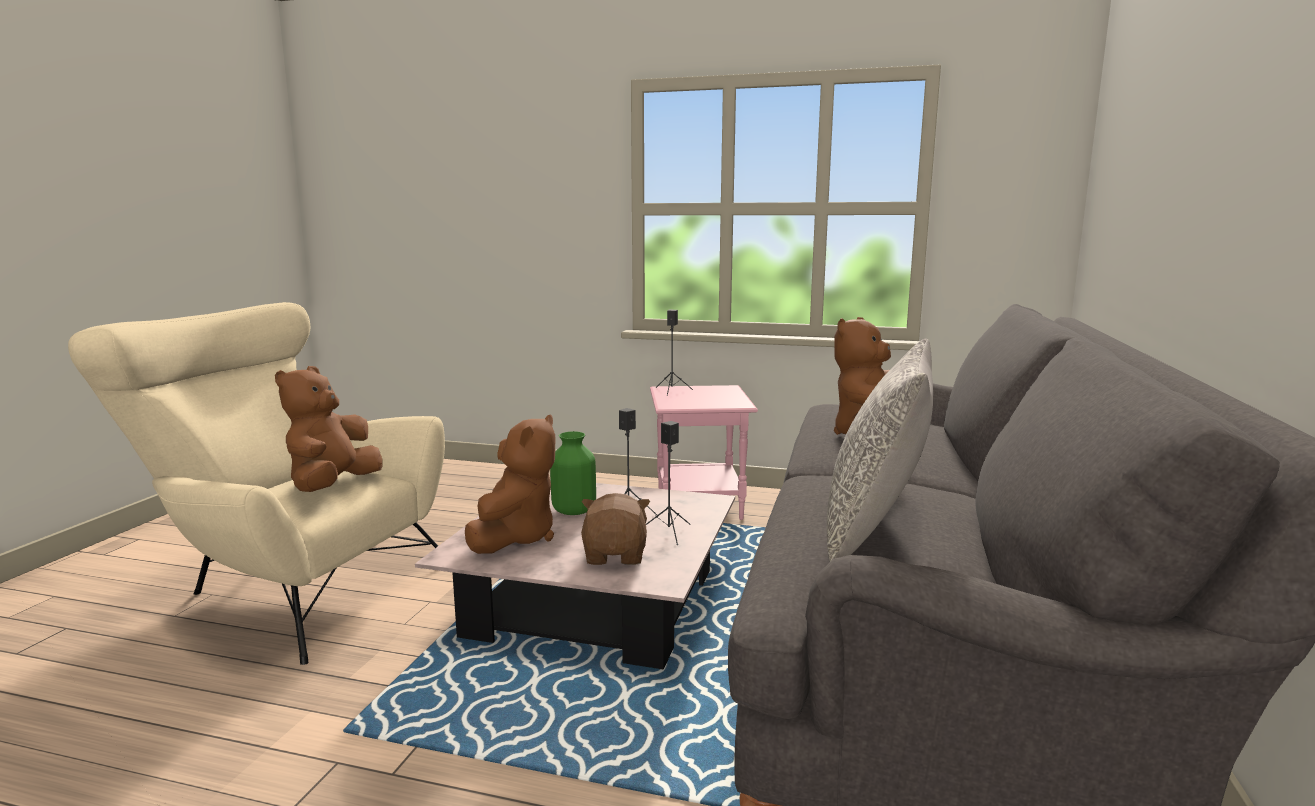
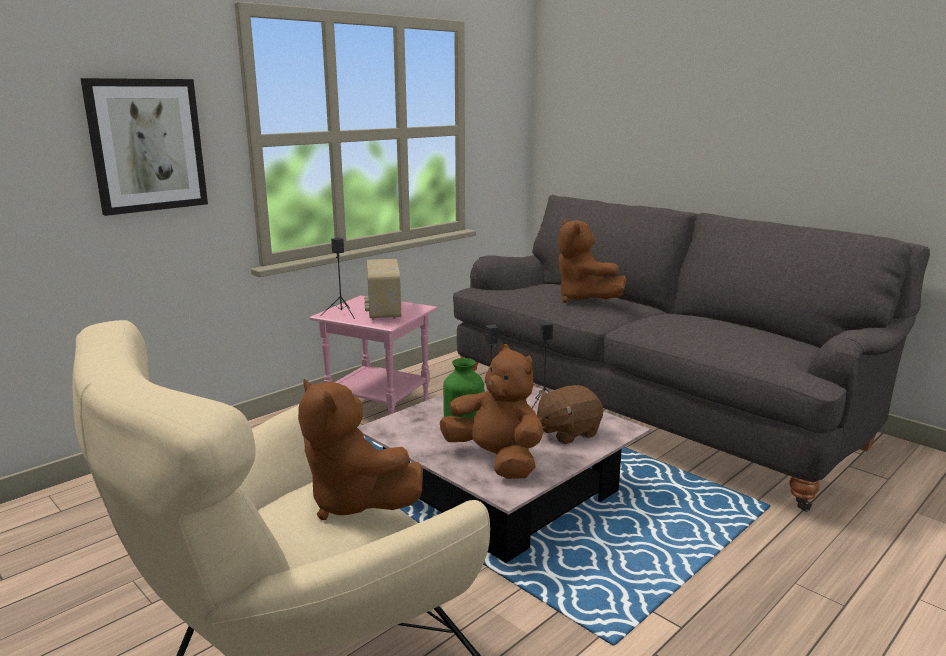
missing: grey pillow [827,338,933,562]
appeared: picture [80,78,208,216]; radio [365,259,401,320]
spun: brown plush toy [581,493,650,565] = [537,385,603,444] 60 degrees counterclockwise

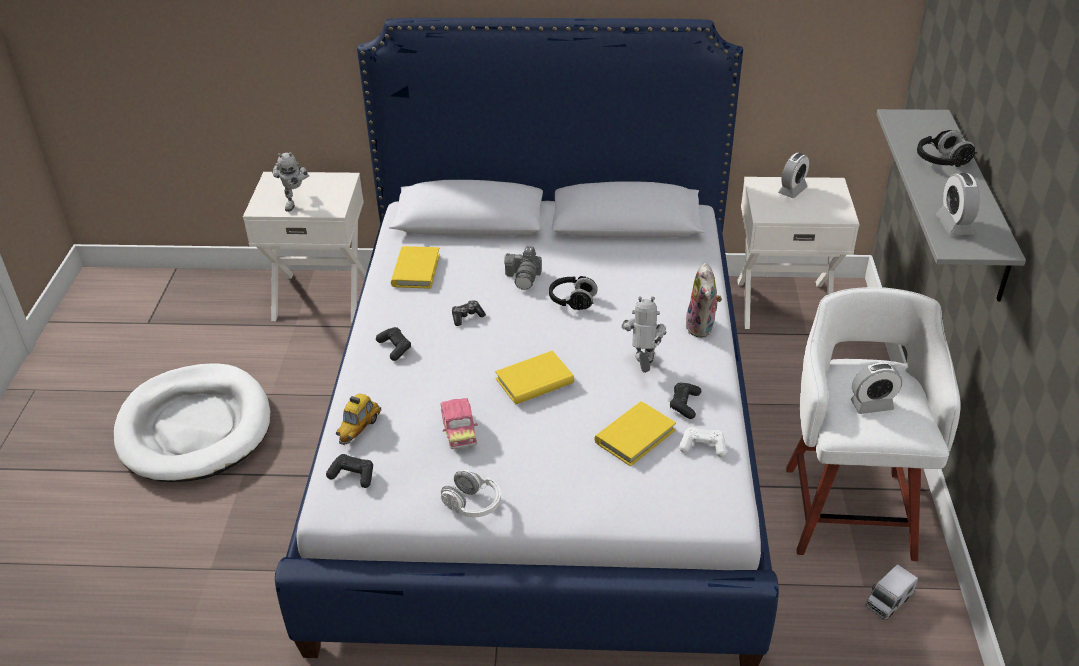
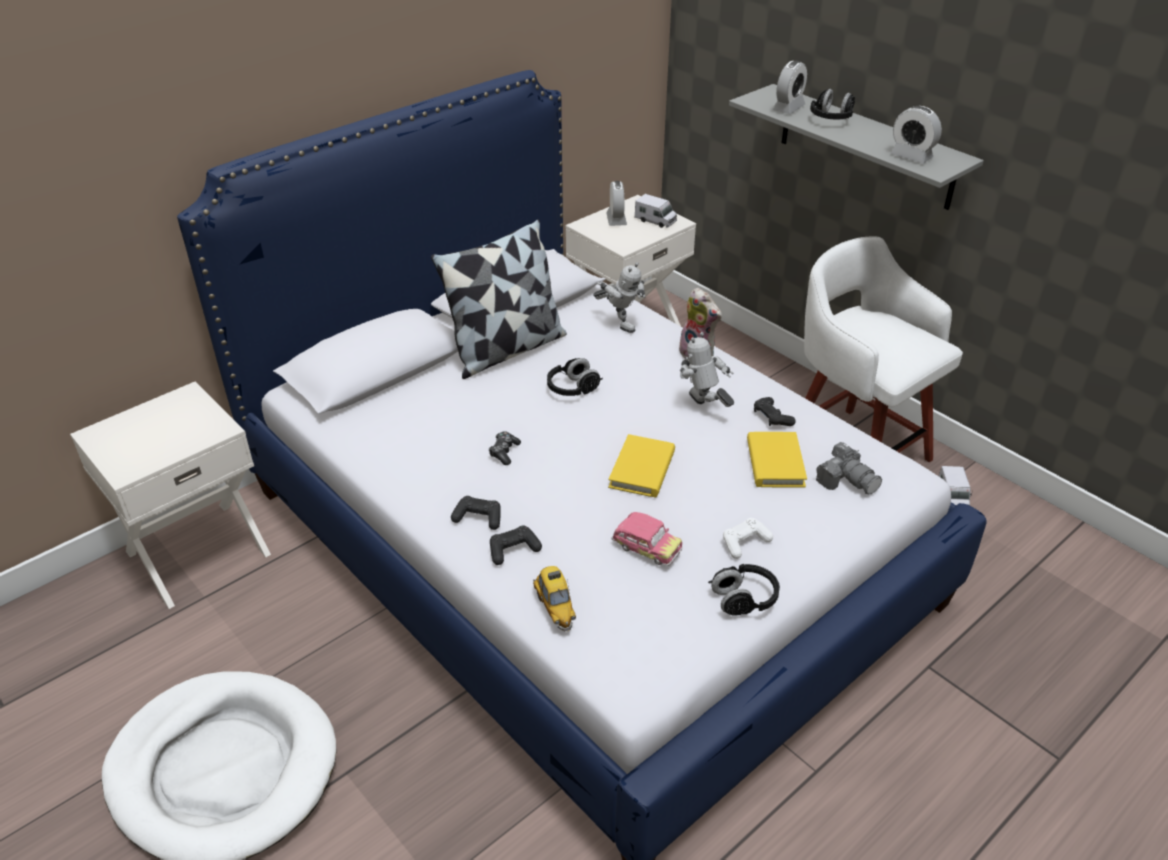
missing: yellow book [391,246,440,289]
appeared: pillow [431,219,567,379]; toy truck [635,194,677,228]
relocated: toy robot [272,152,309,212] to [593,262,645,333]; black game controller [326,454,373,488] to [490,526,542,565]; photo camera [504,246,542,289] to [816,442,882,494]; white game controller [679,427,727,457] to [723,518,773,559]; alarm clock [851,362,902,414] to [772,60,807,114]
colour: white headphones [441,470,501,517] to black headphones [708,564,780,615]

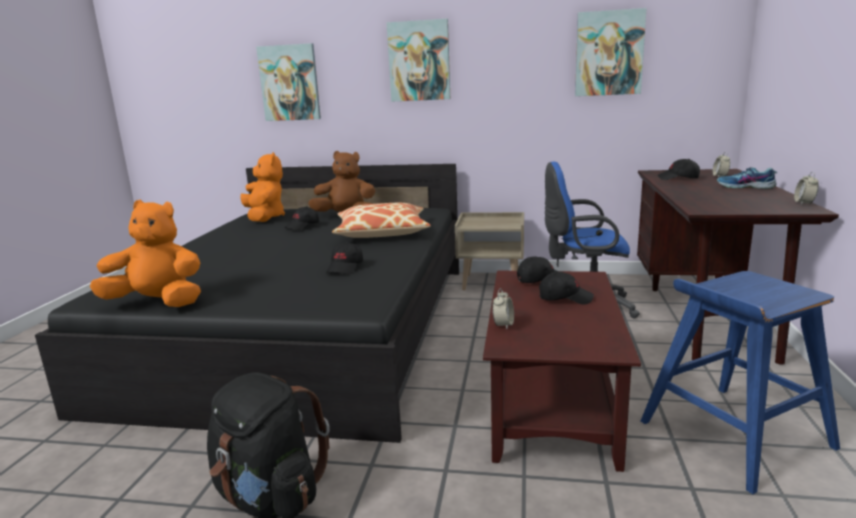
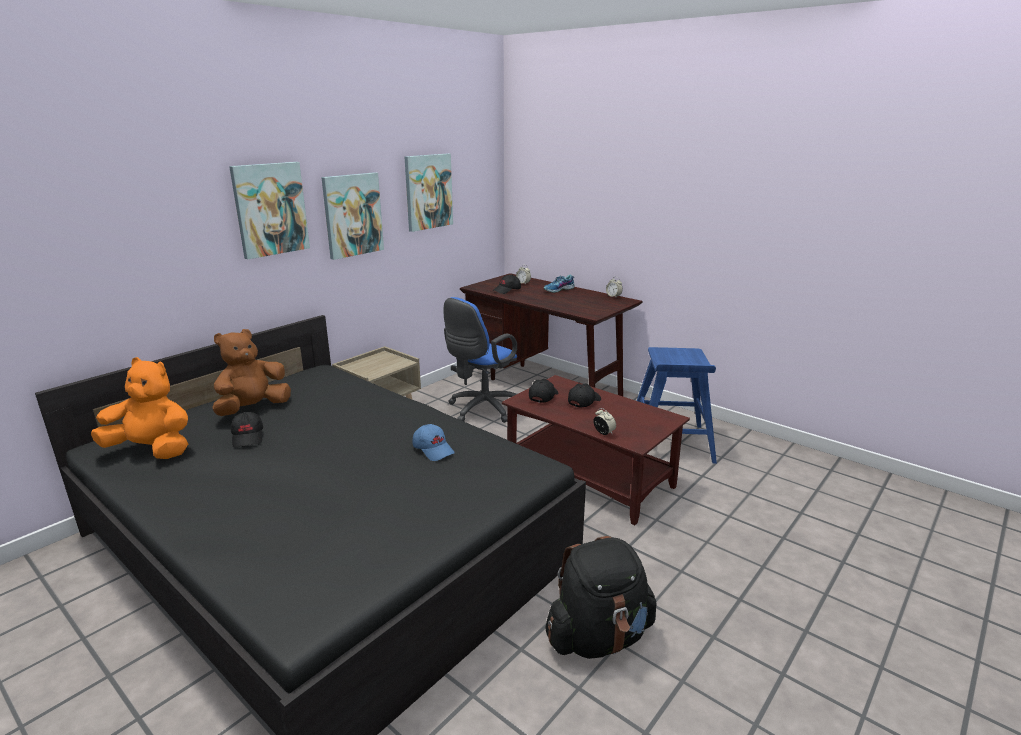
missing: orange plush toy [90,200,201,307]; pillow [332,203,431,238]
relocated: picture [256,43,321,121] to [321,172,384,260]
colour: black cap [326,242,363,274] to blue cap [413,424,455,461]

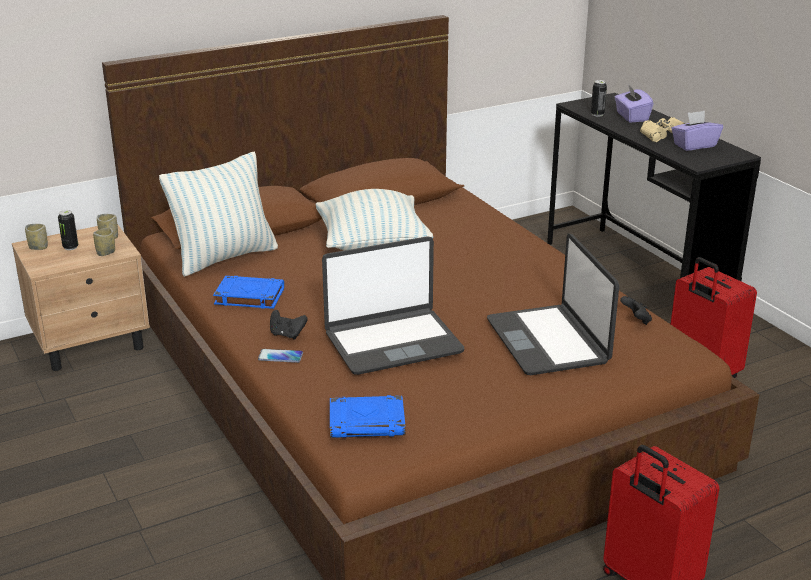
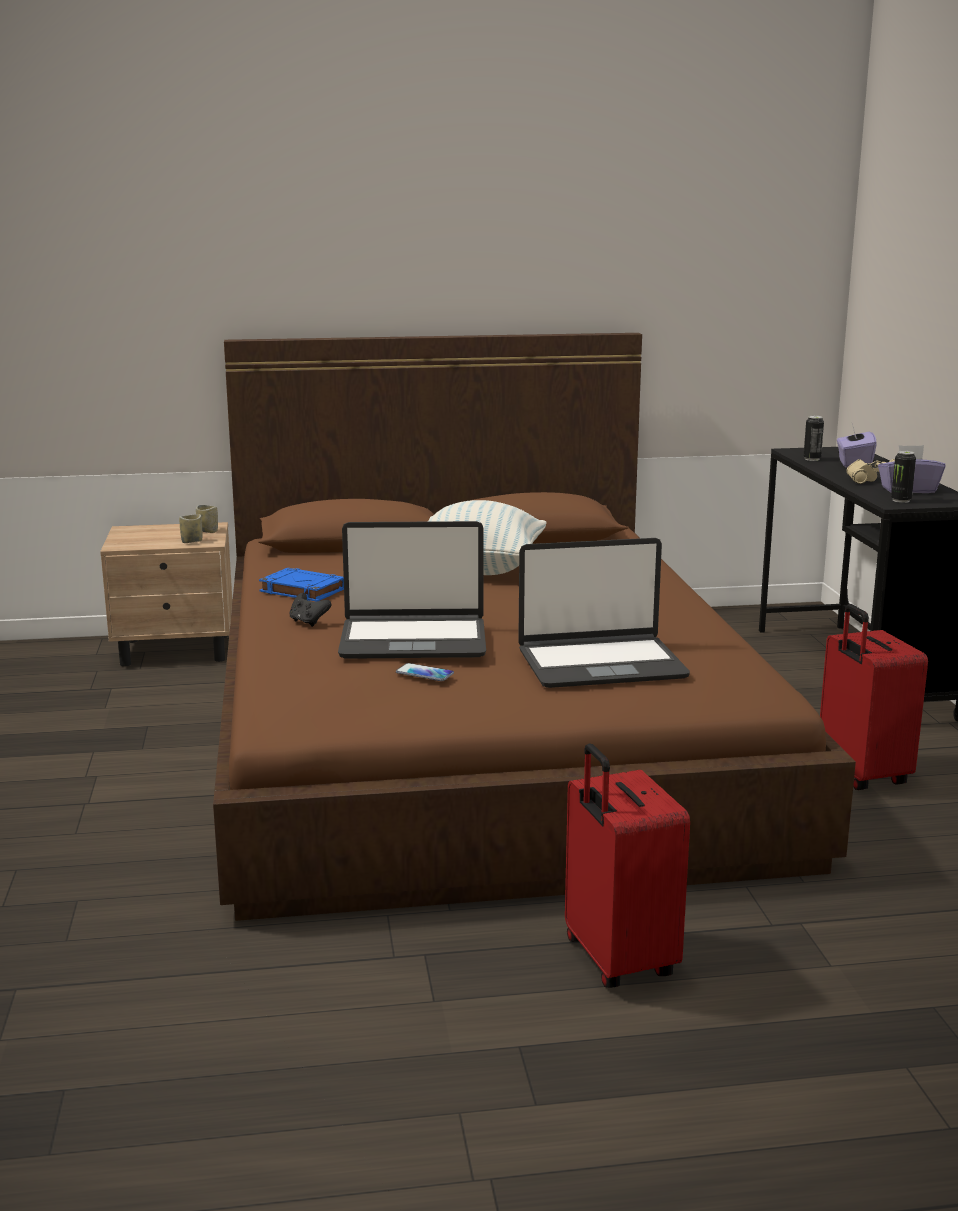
missing: cup [25,224,48,250]; pillow [159,152,278,277]; blue book [330,395,406,438]; black game controller [620,296,652,325]
relocated: can [58,210,78,250] to [891,451,916,503]; phone [258,349,303,363] to [396,663,454,681]
spun: laptop [487,233,619,375] = [518,538,690,688] 105 degrees counterclockwise

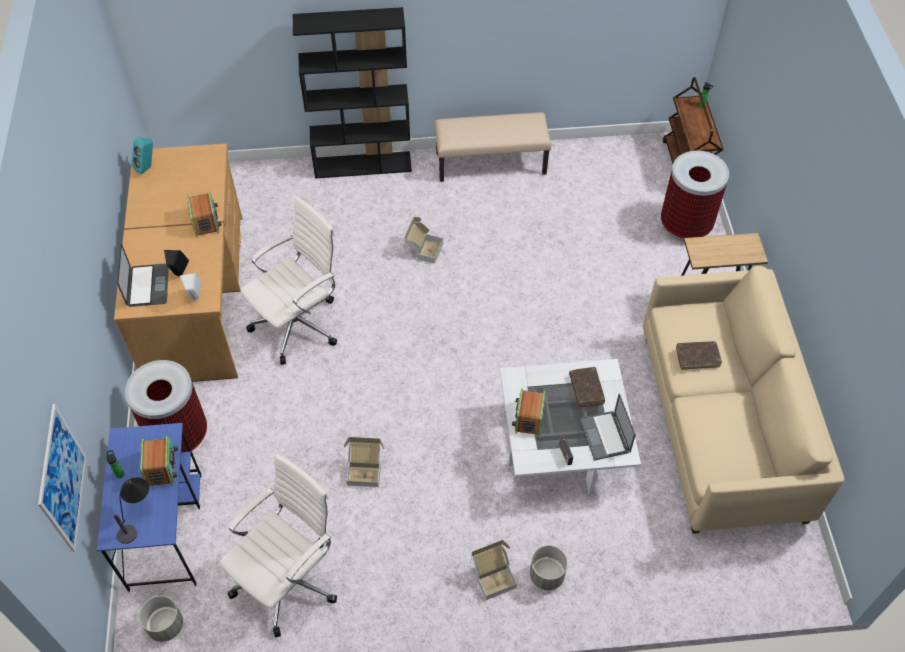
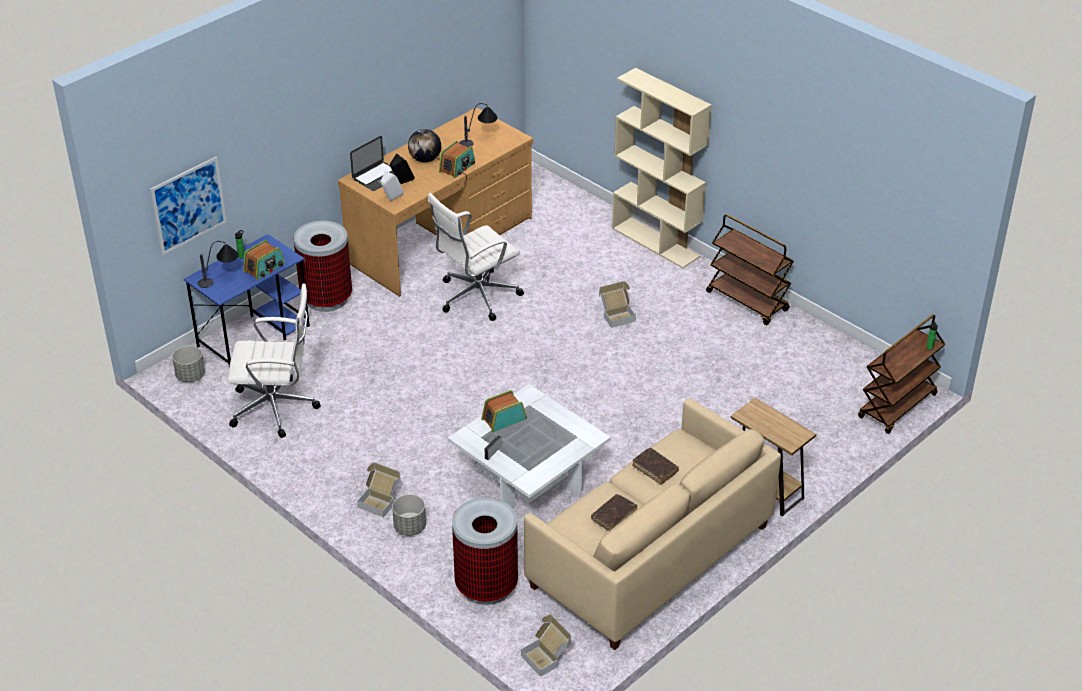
missing: turquoise speaker [132,138,153,175]; laptop [580,393,636,461]
appeared: globe [408,129,441,163]; table lamp [459,103,498,147]
relocated: cardboard box [344,437,384,487] to [521,615,571,677]; brown book [569,367,605,407] to [591,494,637,531]; trash can [661,150,729,241] to [452,497,518,605]
exchanged: beige bench [434,112,551,182] to brown cart [706,214,794,325]
colour: black bookcase [293,7,412,179] to beige bookcase [612,68,712,268]
spun: white office chair [241,197,337,365] = [428,193,524,321] 135 degrees clockwise

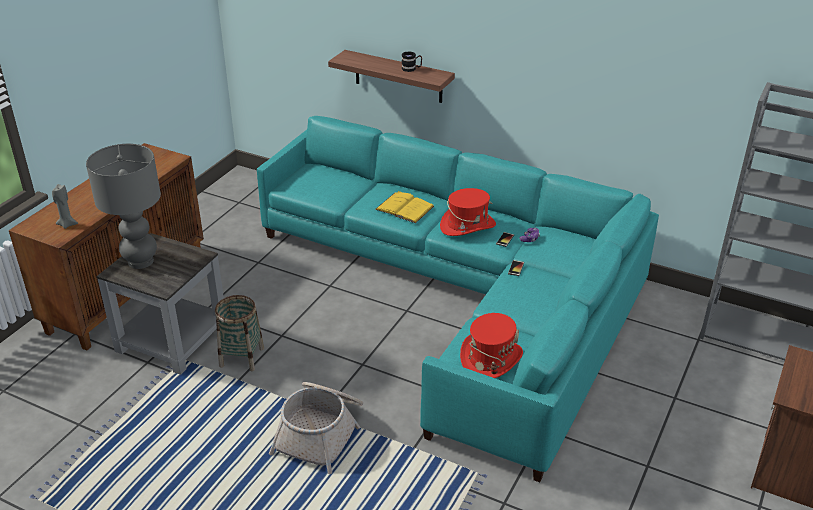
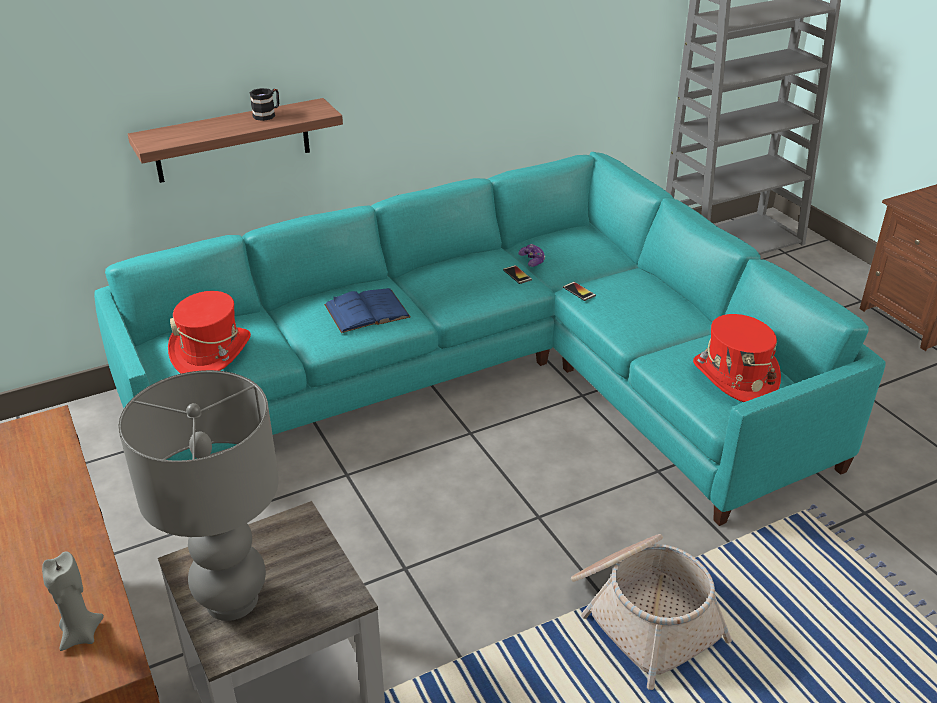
missing: basket [215,295,264,371]
relocated: red hat [440,188,496,236] to [168,291,251,374]
colour: yellow book [375,191,434,223] to blue book [324,288,410,333]

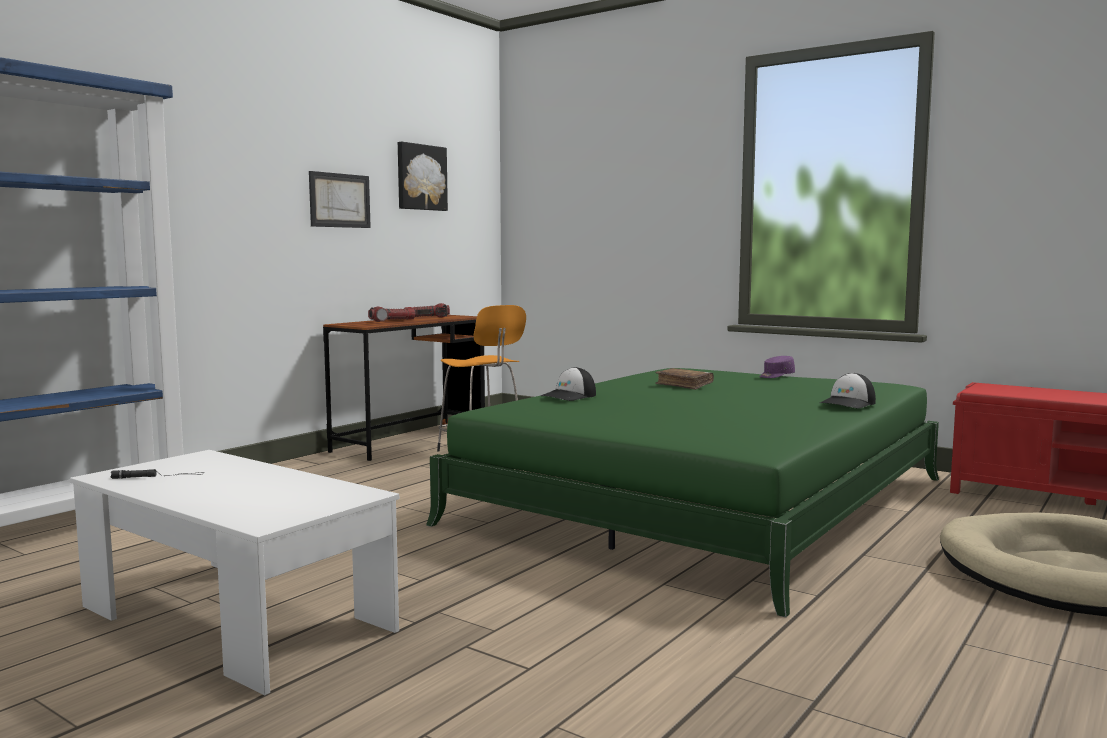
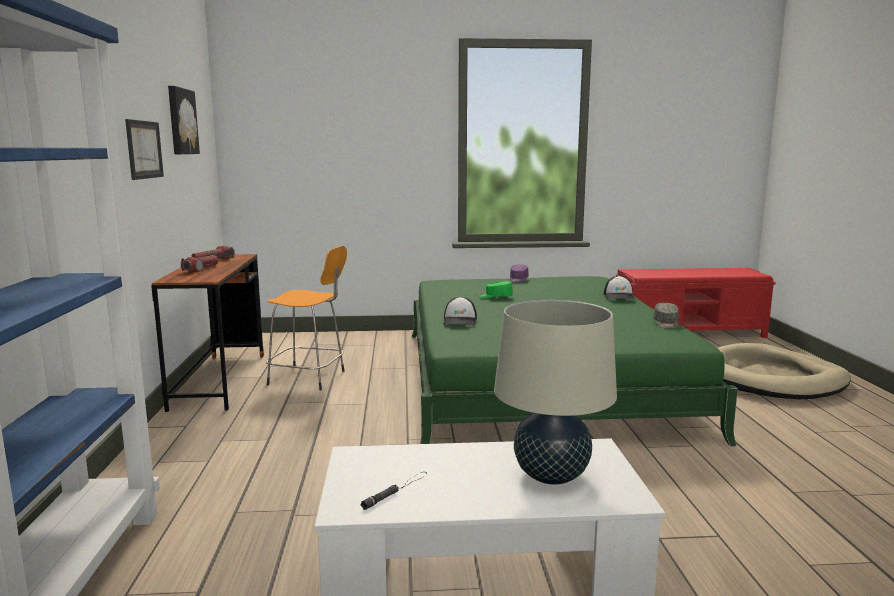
appeared: beige table lamp [494,300,617,485]; grey cap [653,303,679,329]
exchanged: brown book [655,368,714,390] to green cap [480,281,513,298]

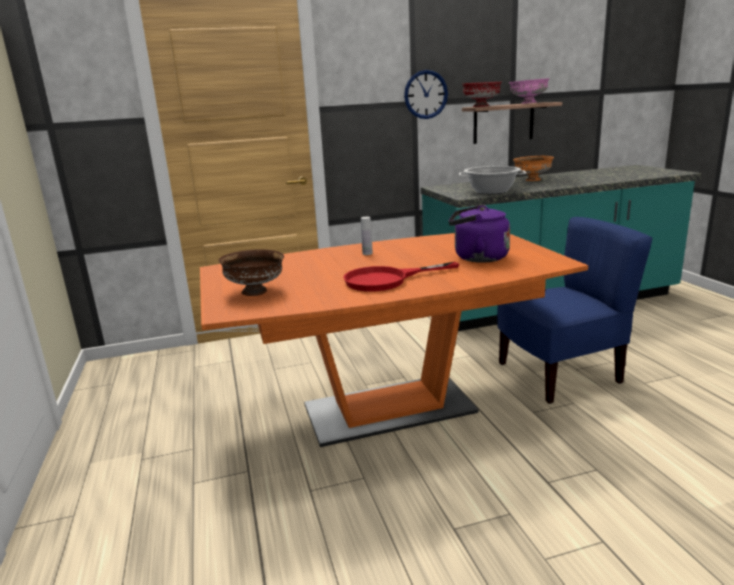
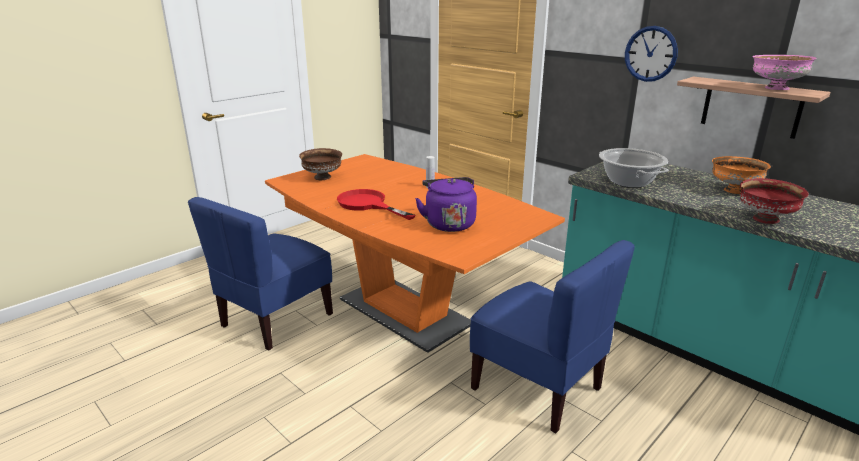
appeared: blue chair [188,197,333,350]
relocated: red bowl [462,82,502,107] to [740,178,809,224]

